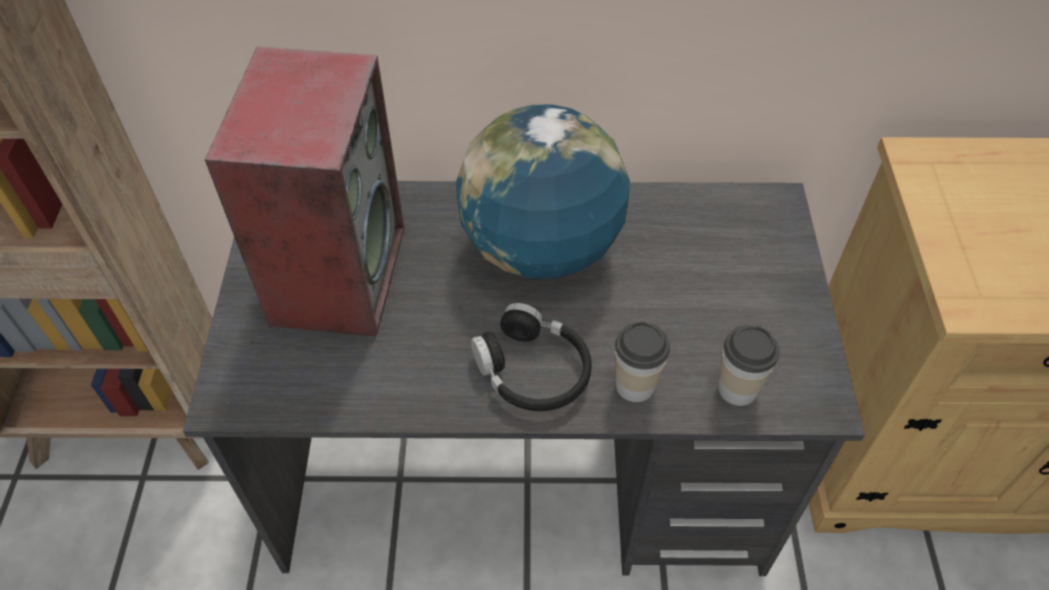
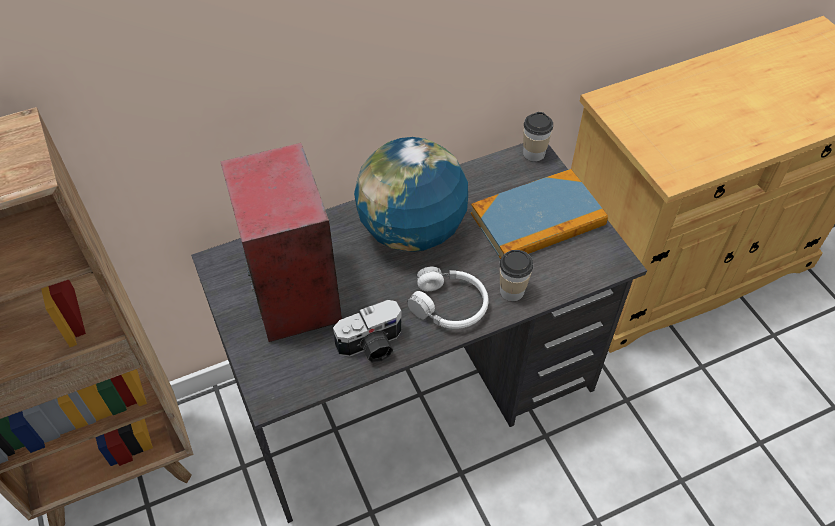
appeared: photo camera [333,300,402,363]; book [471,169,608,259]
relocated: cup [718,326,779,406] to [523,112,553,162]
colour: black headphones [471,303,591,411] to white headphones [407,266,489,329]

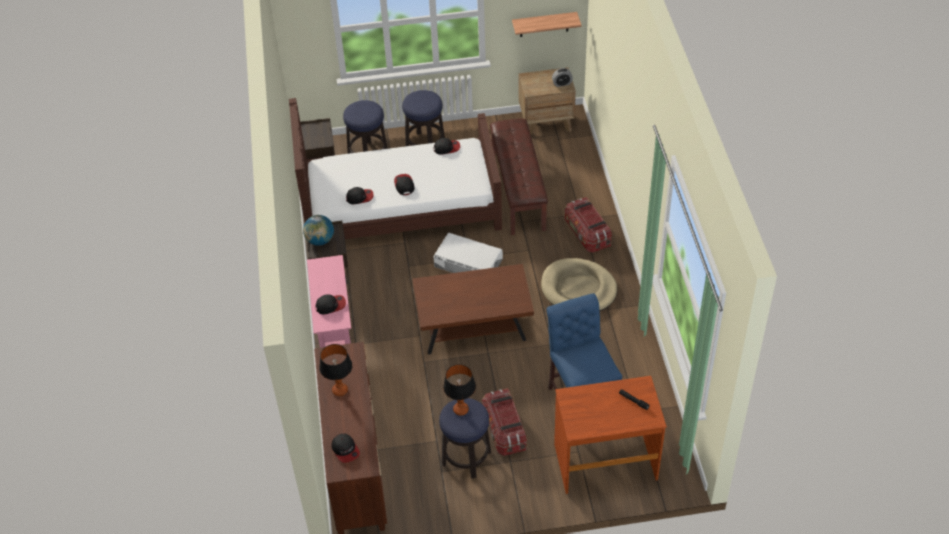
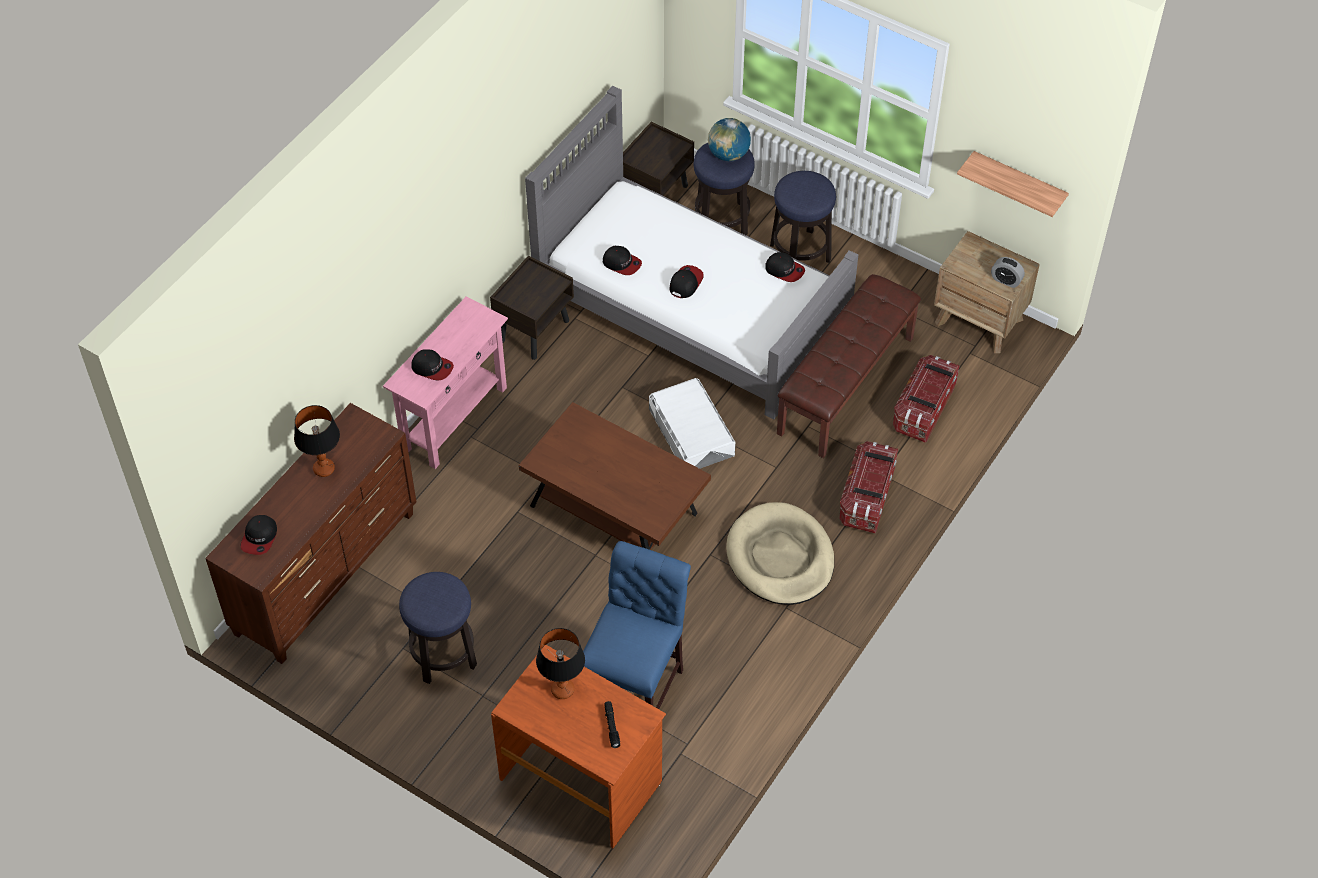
relocated: globe [303,215,334,246] to [708,118,751,161]; table lamp [443,364,476,416] to [536,628,585,699]; storage box [482,388,526,456] to [893,355,960,443]
colour: brown bed [289,98,502,239] to grey bed [525,86,858,420]

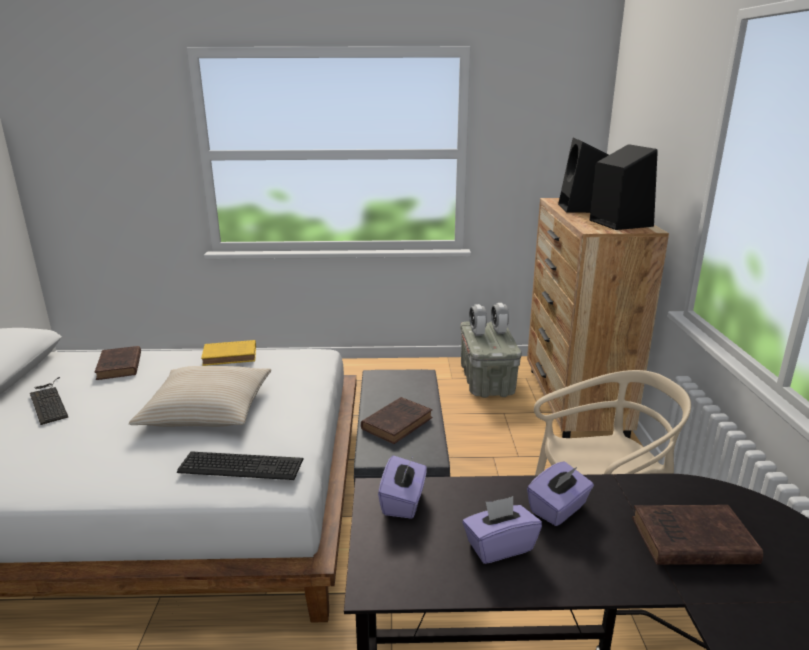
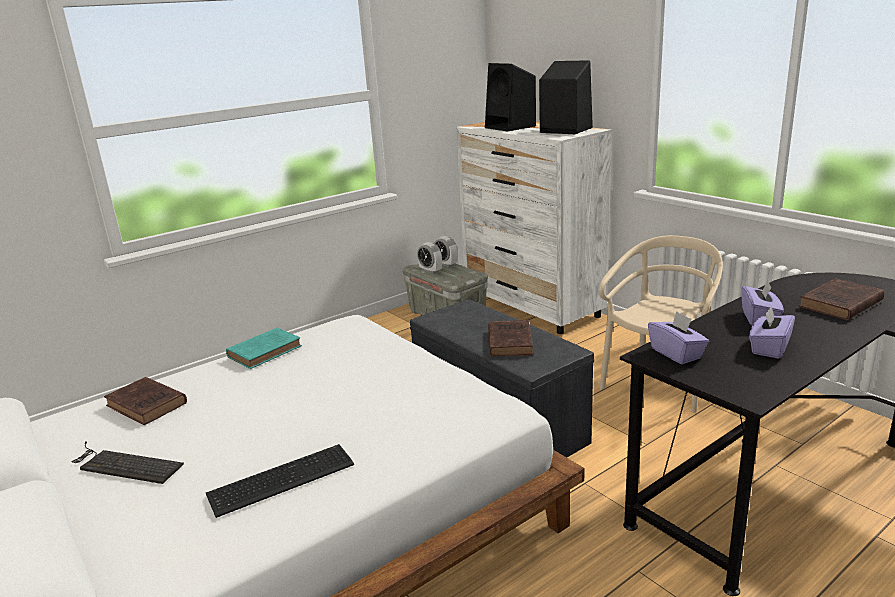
missing: beige pillow [128,366,271,427]
relocated: keyboard [177,451,303,480] to [206,444,354,518]
colour: yellow book [201,340,256,366] to turquoise book [226,328,302,369]; brown dresser [527,198,669,438] to white dresser [456,122,612,334]

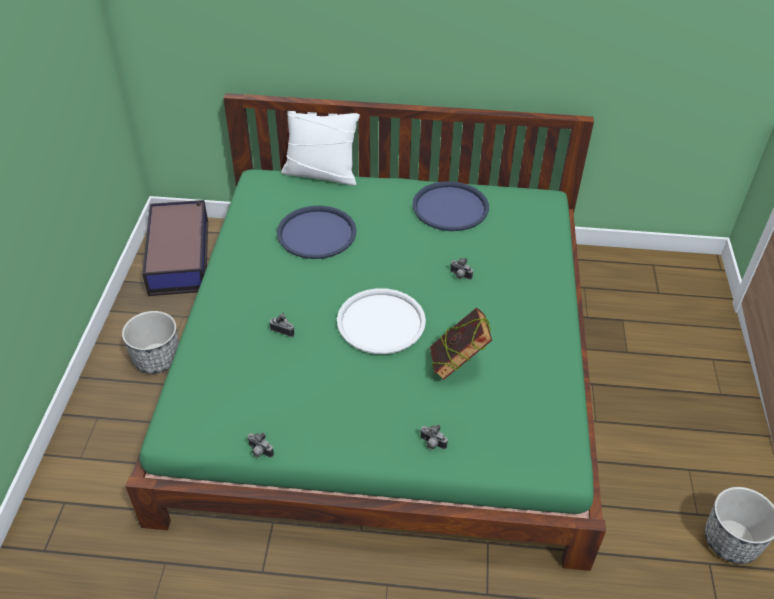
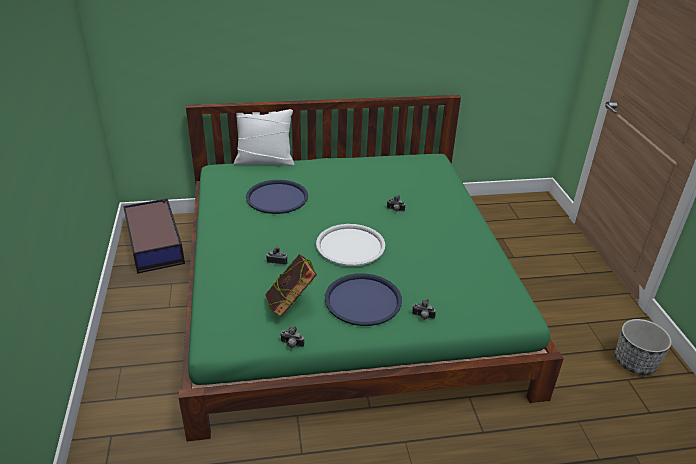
missing: planter [122,311,179,374]
relocated: blue tray [412,181,489,231] to [325,273,402,326]; book [430,307,492,380] to [265,254,317,317]

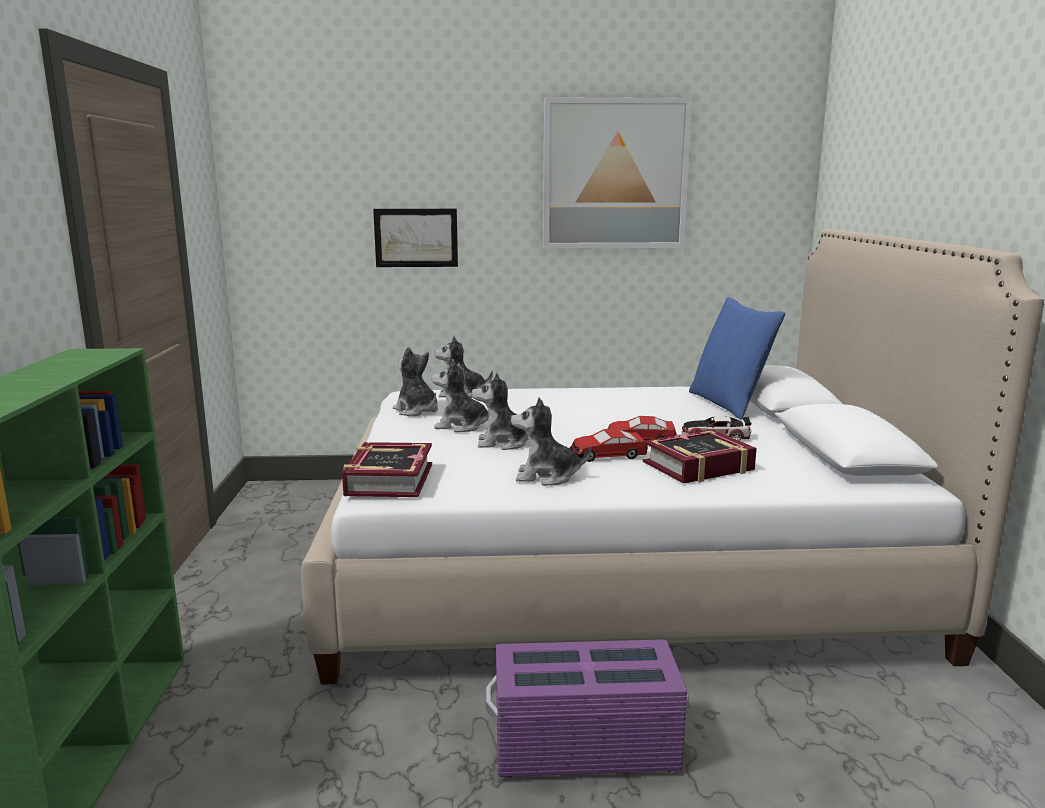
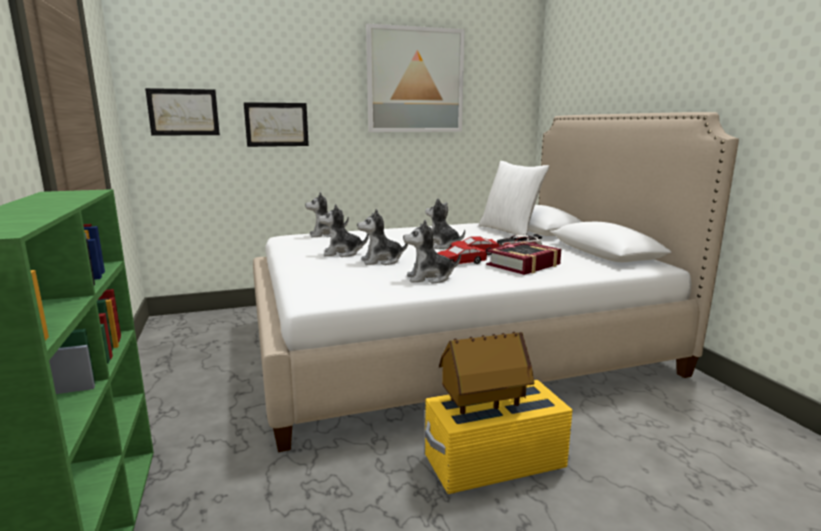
missing: book [342,442,432,497]
appeared: picture [145,88,220,136]; toy house [439,332,534,414]
relocated: plush toy [393,347,438,416] to [425,198,465,249]
colour: purple storage box [486,639,689,777] to yellow storage box [425,380,572,494]; blue pillow [689,297,785,420] to white pillow [479,161,550,235]

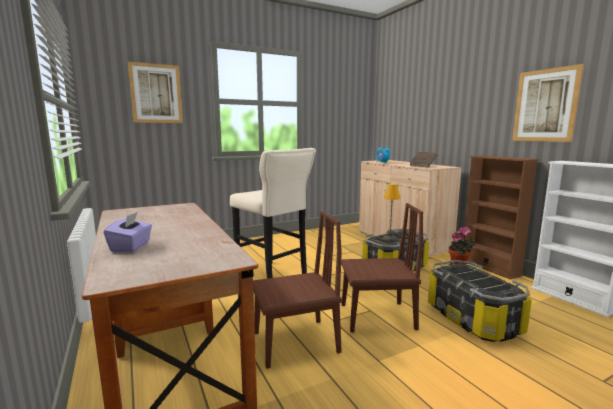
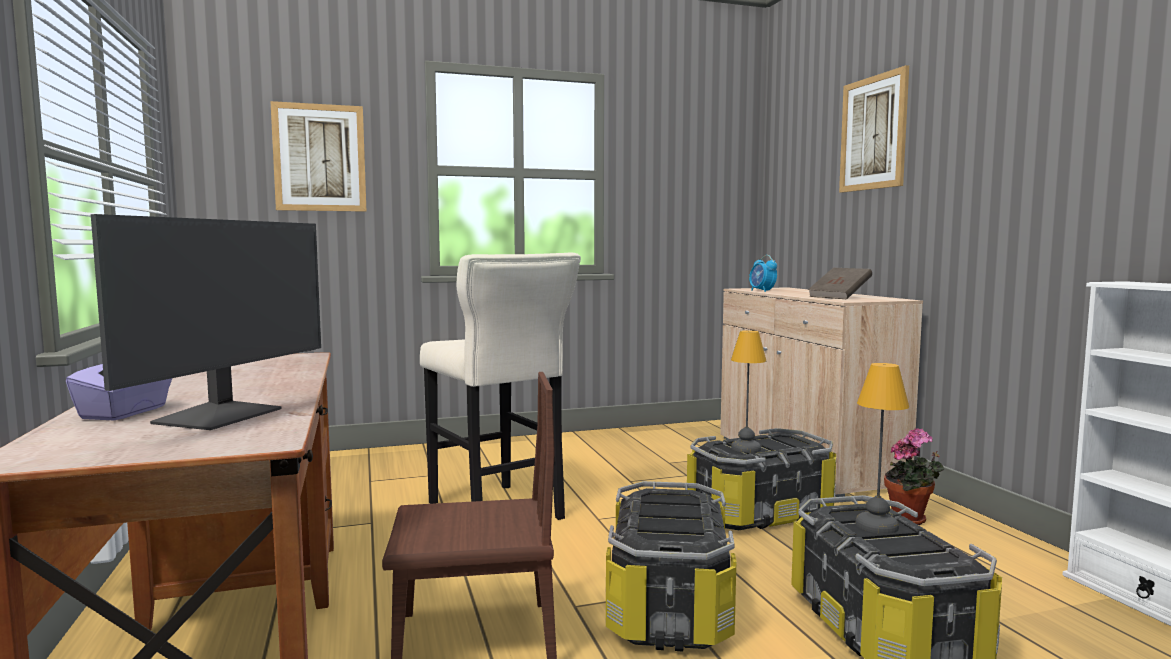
missing: brown bookcase [463,155,539,280]
appeared: monitor [91,214,321,430]; table lamp [855,363,909,534]
relocated: picture [512,64,584,142] to [839,65,909,193]
exchanged: brown chair [341,203,423,332] to storage box [606,481,736,652]

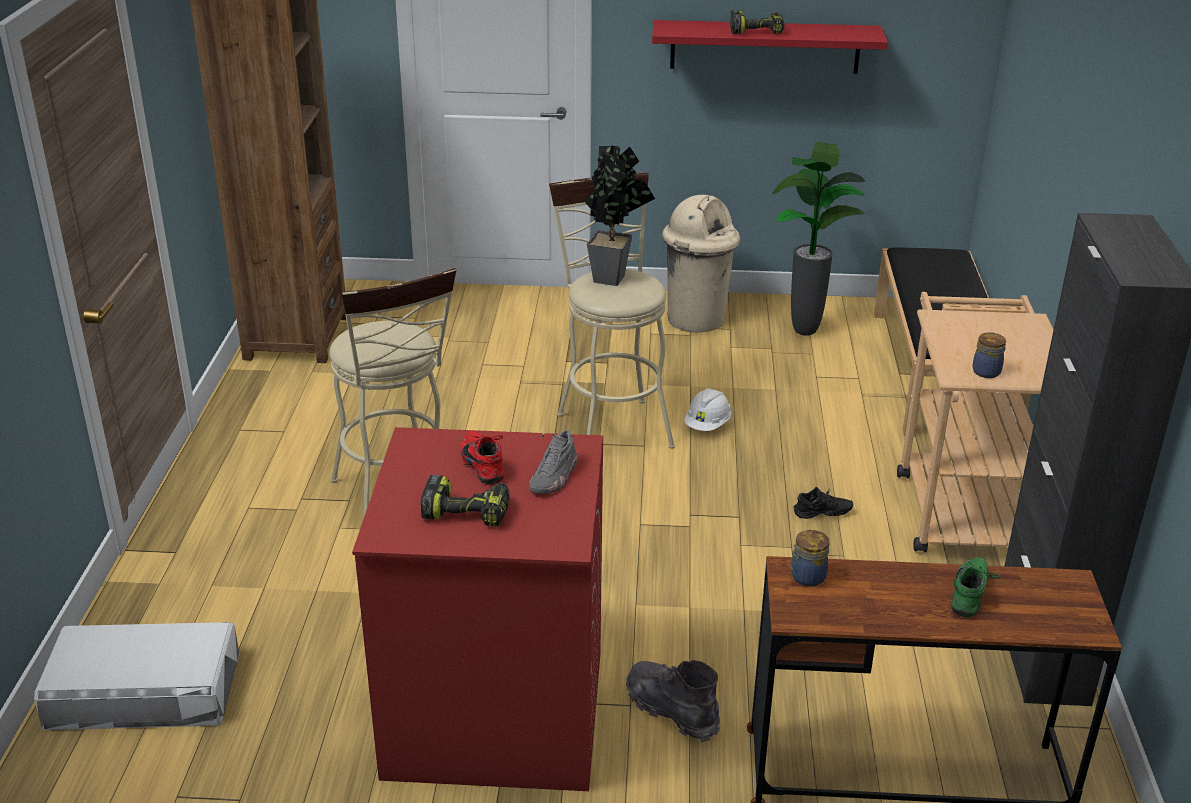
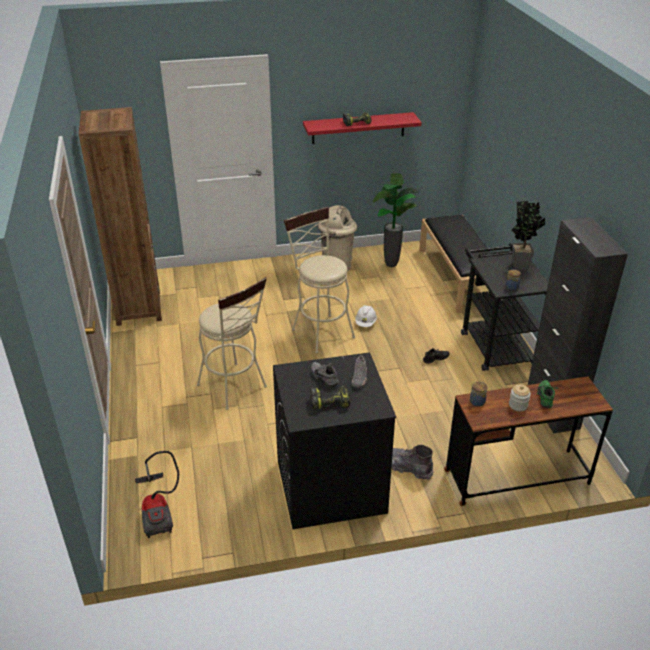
appeared: jar [509,384,531,411]
relocated: potted plant [584,145,655,286] to [511,201,545,270]
exchanged: white storage box [34,622,239,730] to vacuum cleaner [135,451,179,538]
colour: red washing machine [352,427,603,791] to black washing machine [273,352,396,529]; red shoe [461,431,504,484] to grey shoe [311,362,339,387]; beige cart [897,292,1054,552] to black cart [461,243,549,371]

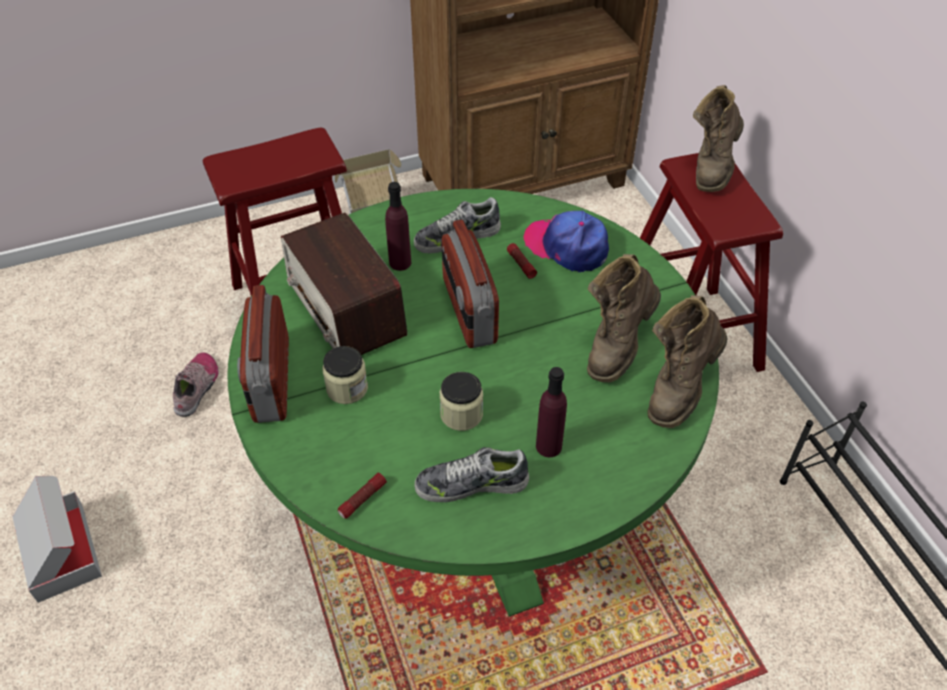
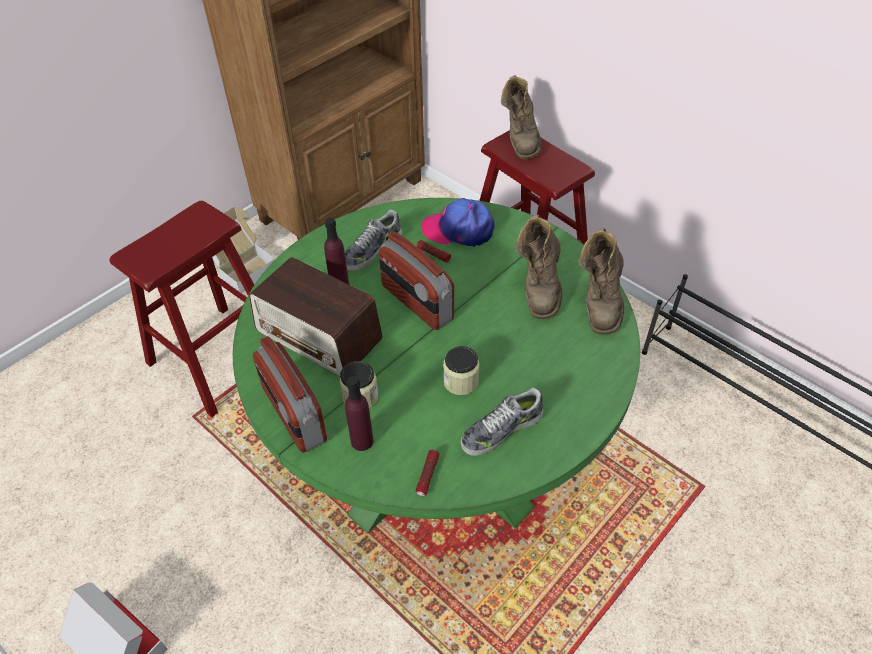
missing: shoe [173,352,219,417]
relocated: purple bottle [536,367,567,457] to [345,376,373,451]

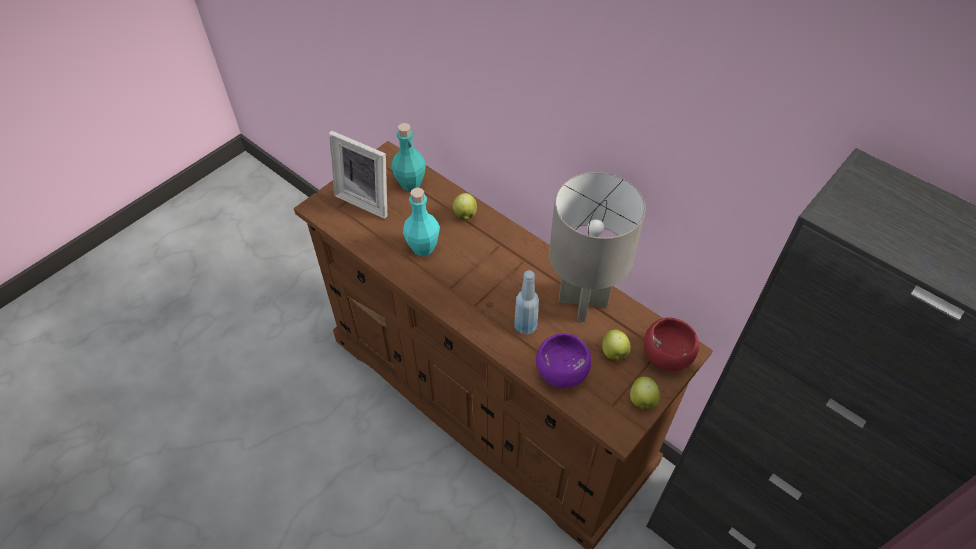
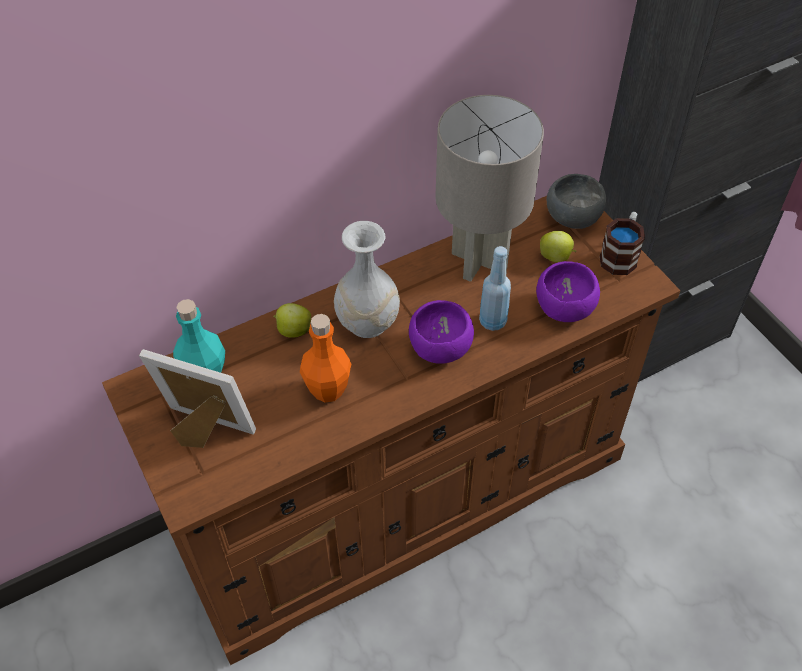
appeared: white vase [334,221,400,338]; purple bowl [409,300,474,364]
exchanged: apple [630,376,660,409] to mug [600,212,645,275]
colour: turquoise bottle [403,188,440,256] to orange bottle [300,314,351,403]; red bowl [644,318,699,371] to grey bowl [547,174,606,229]
spun: picture frame [329,131,387,219] = [139,349,256,448] 120 degrees counterclockwise

